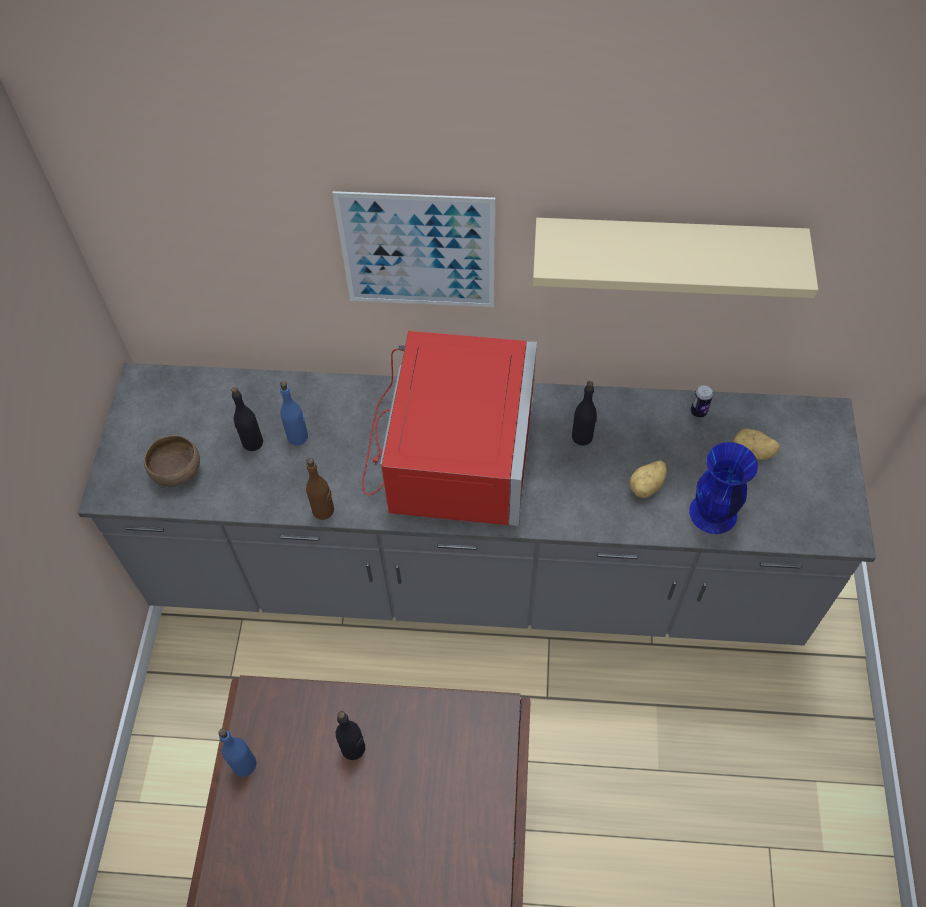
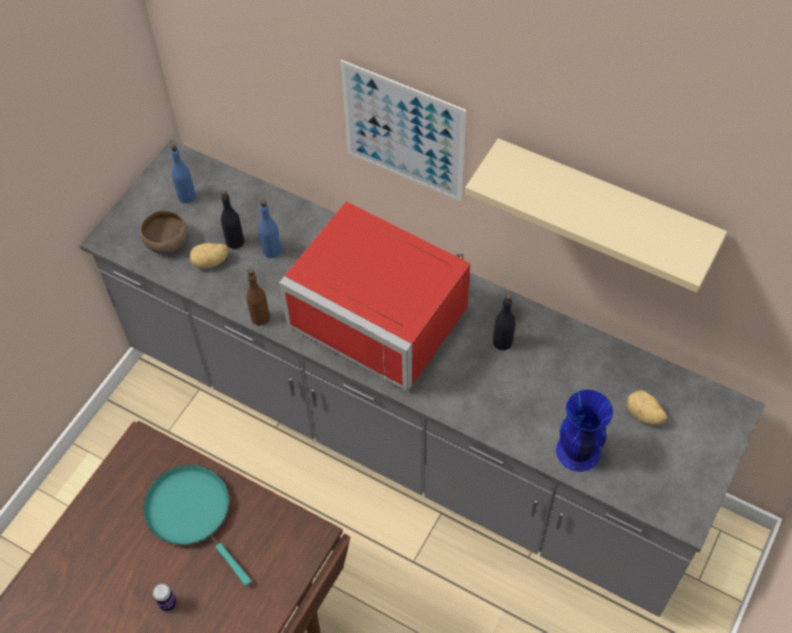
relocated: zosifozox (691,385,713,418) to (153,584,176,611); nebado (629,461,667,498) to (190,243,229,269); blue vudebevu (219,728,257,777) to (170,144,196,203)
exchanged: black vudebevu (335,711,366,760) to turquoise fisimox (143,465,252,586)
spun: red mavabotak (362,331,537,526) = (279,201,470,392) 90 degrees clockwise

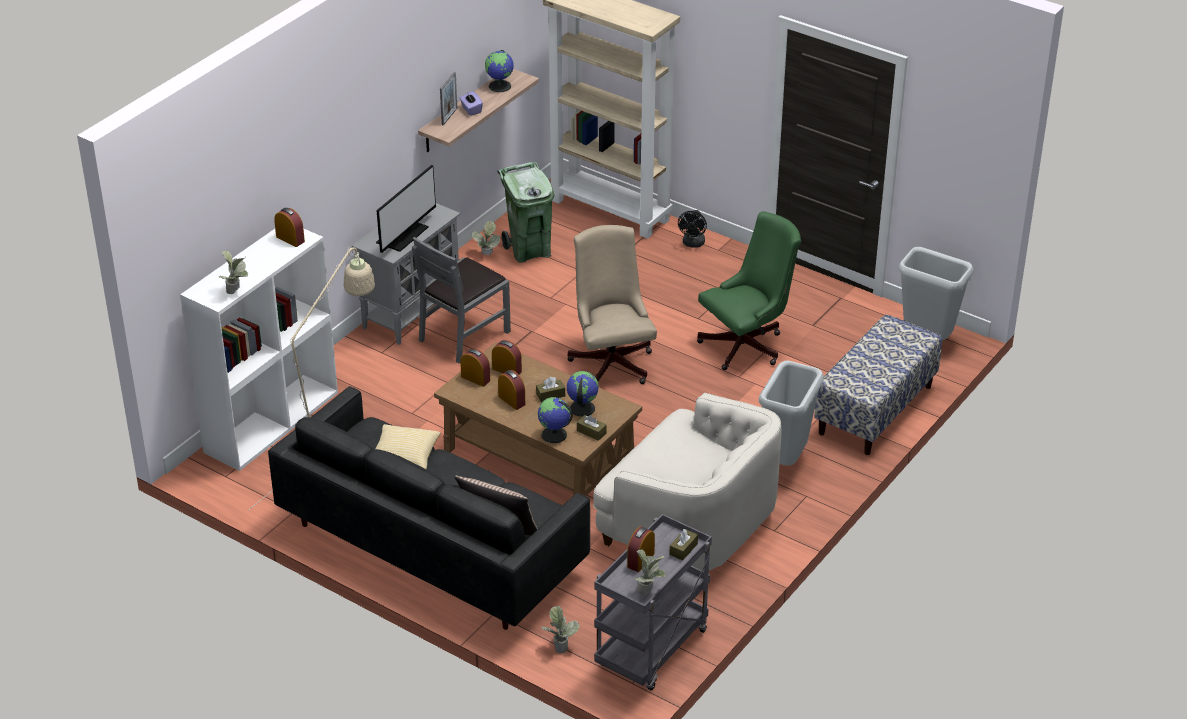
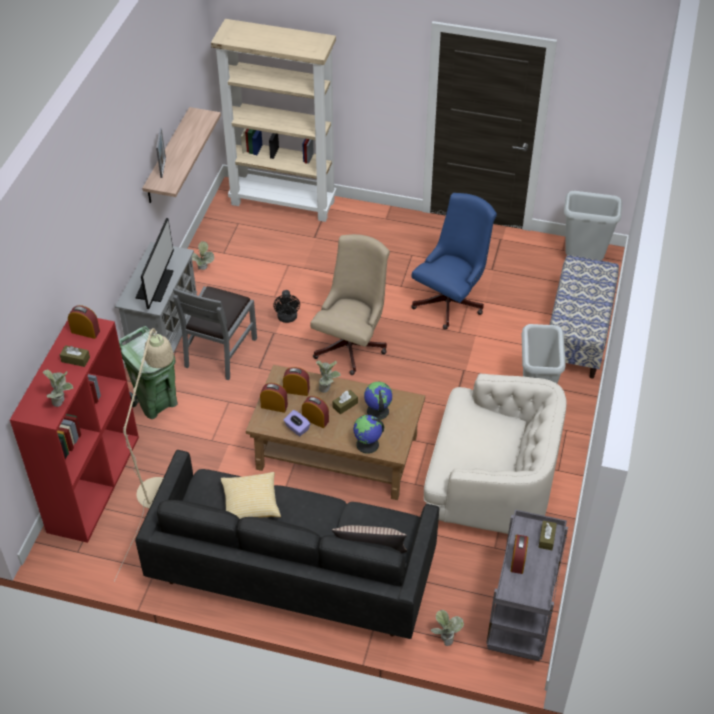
missing: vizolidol (485,50,514,92)
relocated: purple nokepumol (460,91,483,116) to (283,410,311,436); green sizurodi (497,162,554,263) to (119,326,178,419); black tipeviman (678,210,707,248) to (273,290,300,323); brown nokepumol (577,415,607,441) to (60,345,90,367); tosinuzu (635,549,666,595) to (316,360,341,393)
colour: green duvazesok (697,211,801,370) to blue duvazesok (411,193,497,330); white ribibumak (180,228,338,471) to red ribibumak (10,318,139,543)
spun: beige duvazesok (567,225,657,384) = (310,234,390,375) 60 degrees clockwise

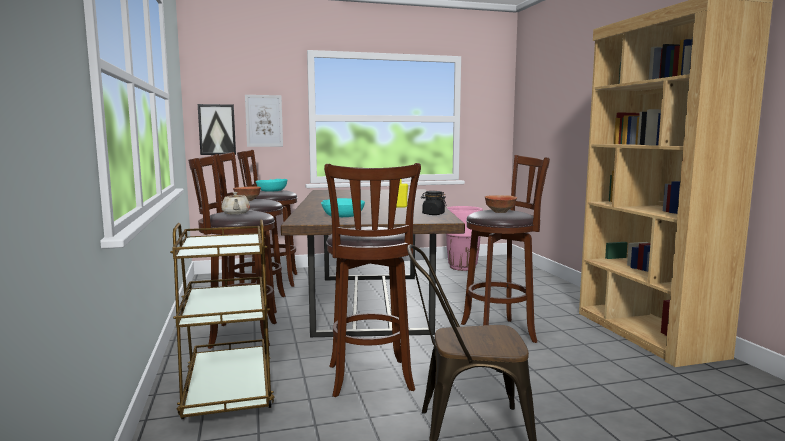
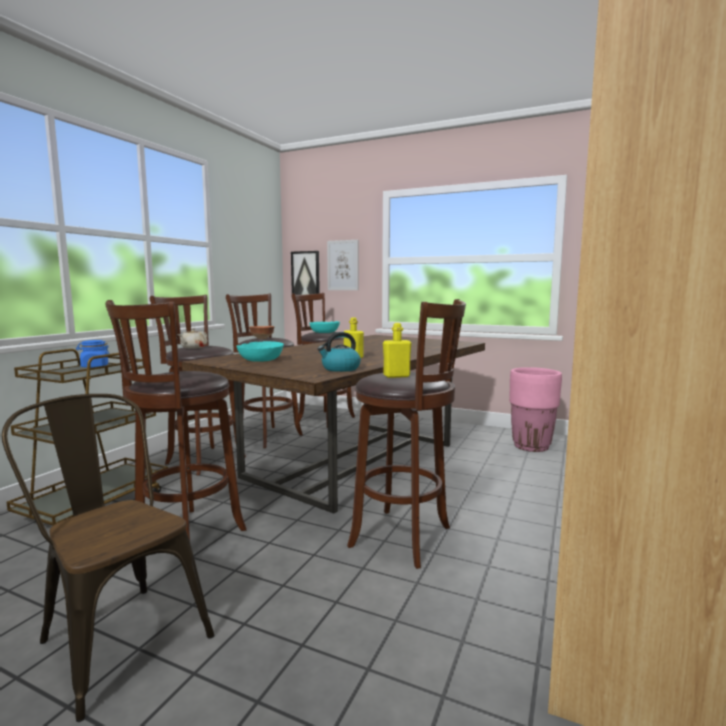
appeared: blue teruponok (76,340,110,368)
exchanged: black teruponok (421,191,446,215) to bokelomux (317,332,361,372); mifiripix (485,195,517,213) to yellow vudebevu (383,323,411,378)

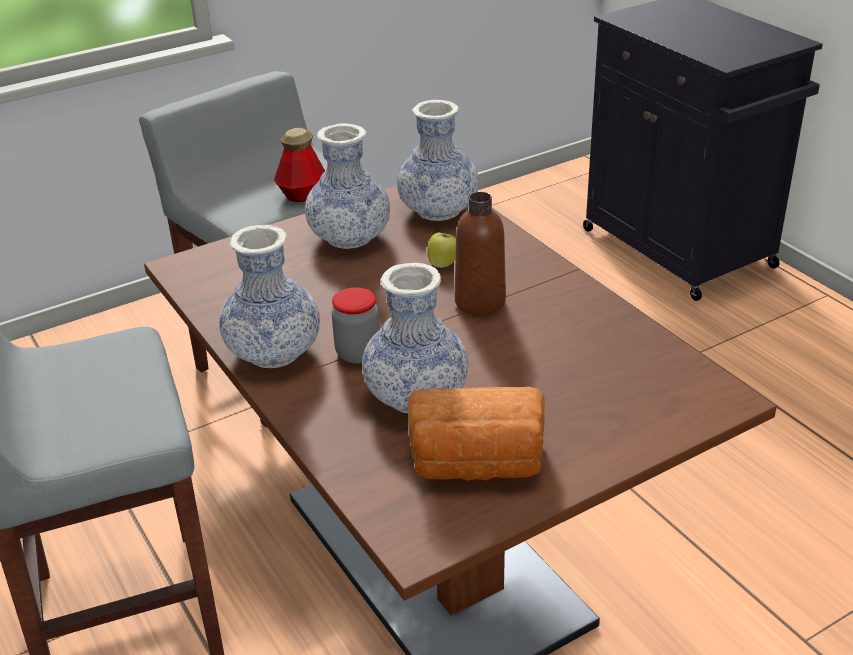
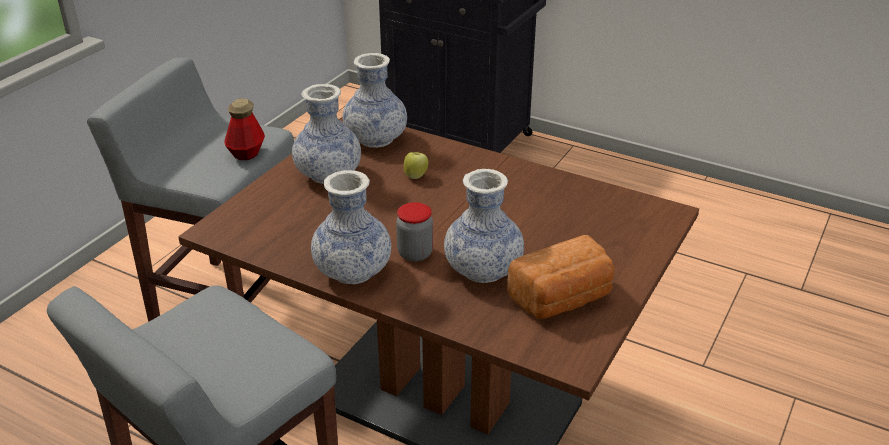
missing: brown vudebevu (455,192,506,315)

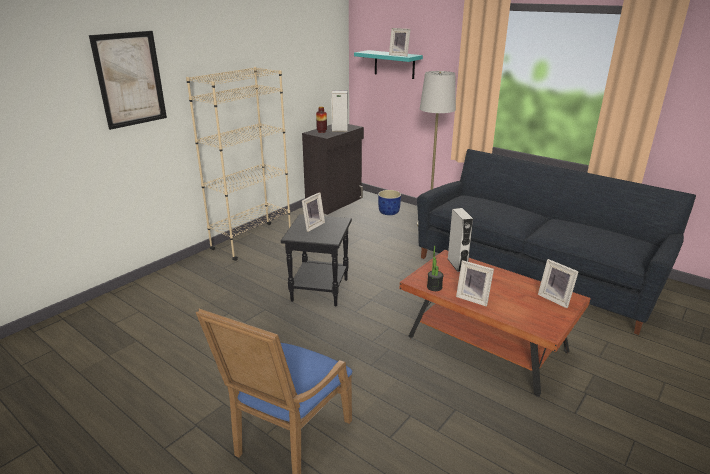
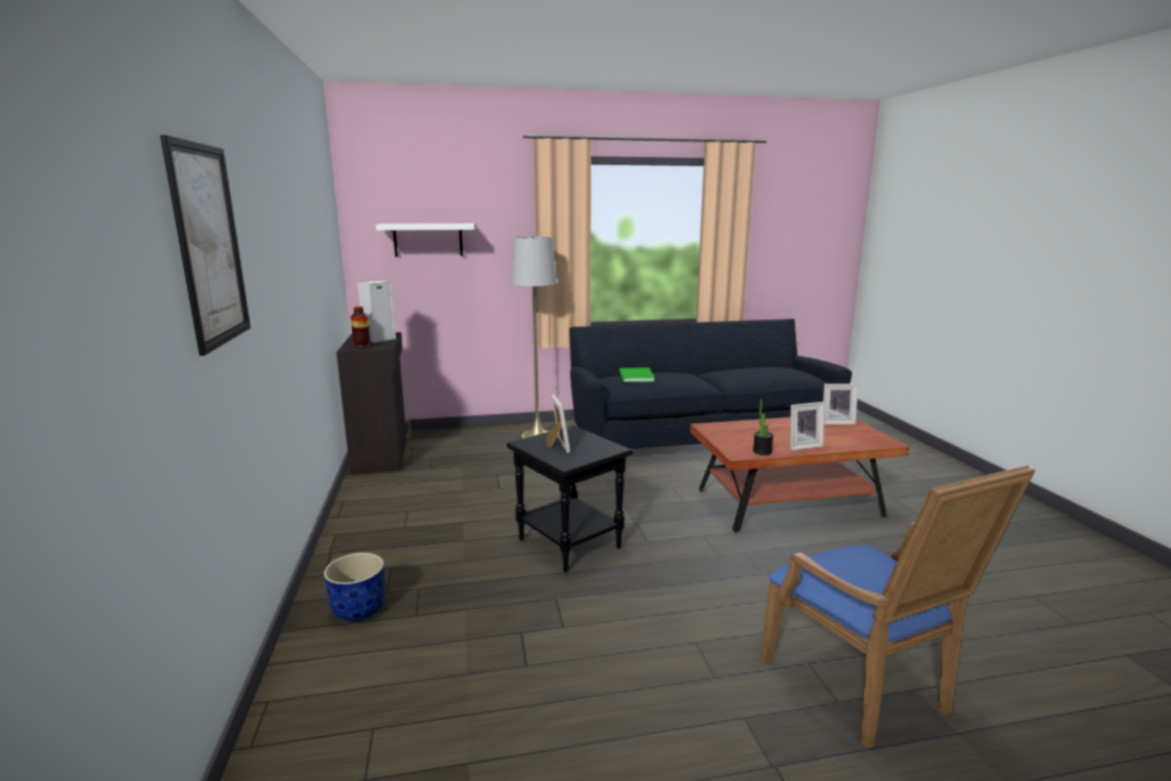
missing: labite (389,28,410,56); beige ribibumak (186,67,291,261); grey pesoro (448,208,473,272)
appeared: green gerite (619,368,655,382)
relocated: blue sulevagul (378,190,401,215) to (324,553,385,622)
colour: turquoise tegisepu (354,50,423,79) to white tegisepu (376,223,475,257)

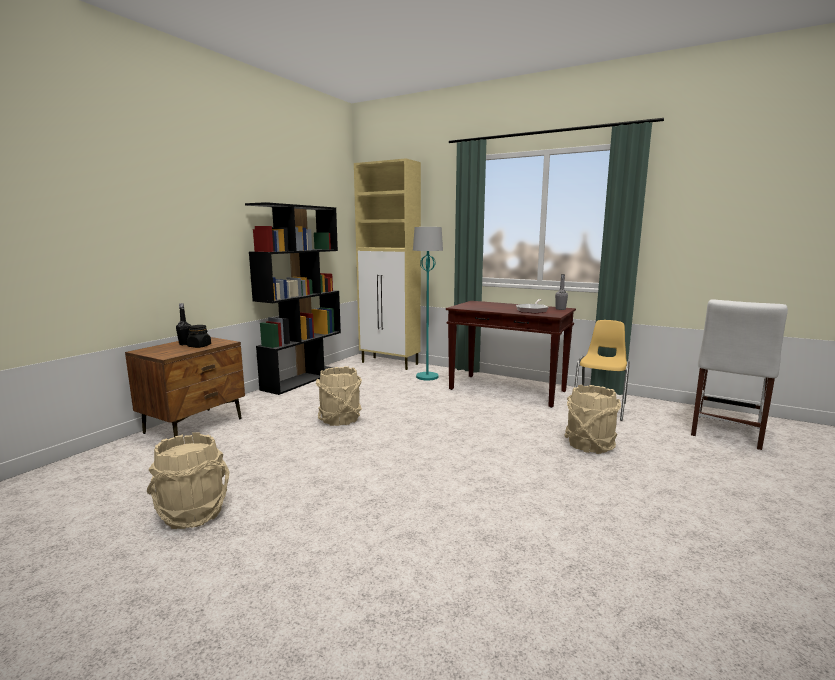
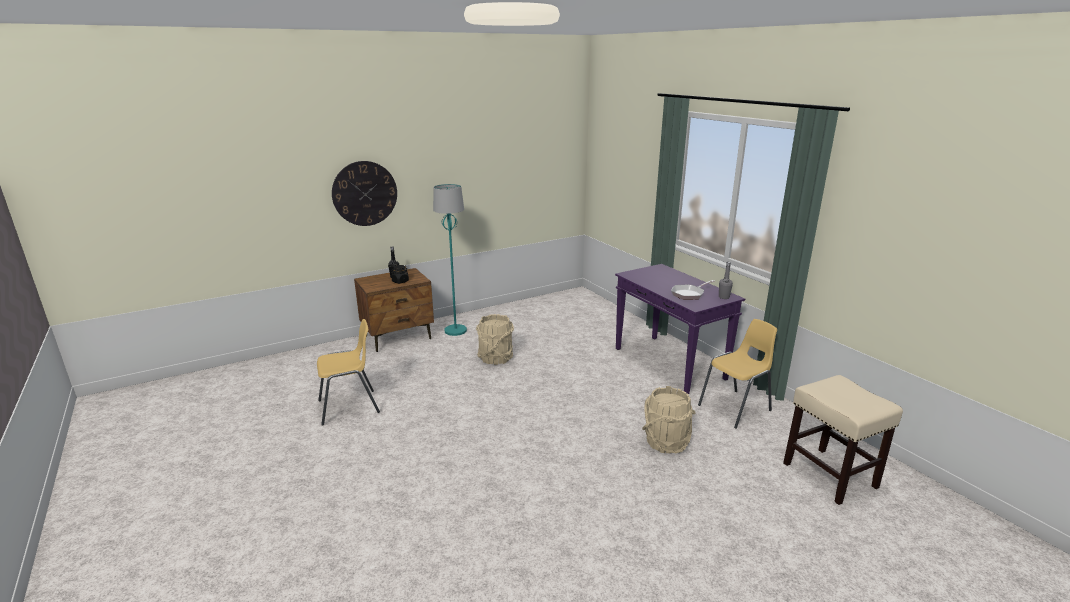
missing: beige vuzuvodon (354,158,421,370); black ribibumak (245,202,341,395)
appeared: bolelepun (332,161,397,226)
relocated: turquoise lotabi (413,227,443,380) to (433,184,467,336)
exchanged: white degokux (691,299,788,450) to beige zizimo (783,375,903,505); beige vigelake (147,432,230,529) to yellow degokux (317,319,380,426)
colour: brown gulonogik (446,301,576,408) to purple gulonogik (615,264,745,394)

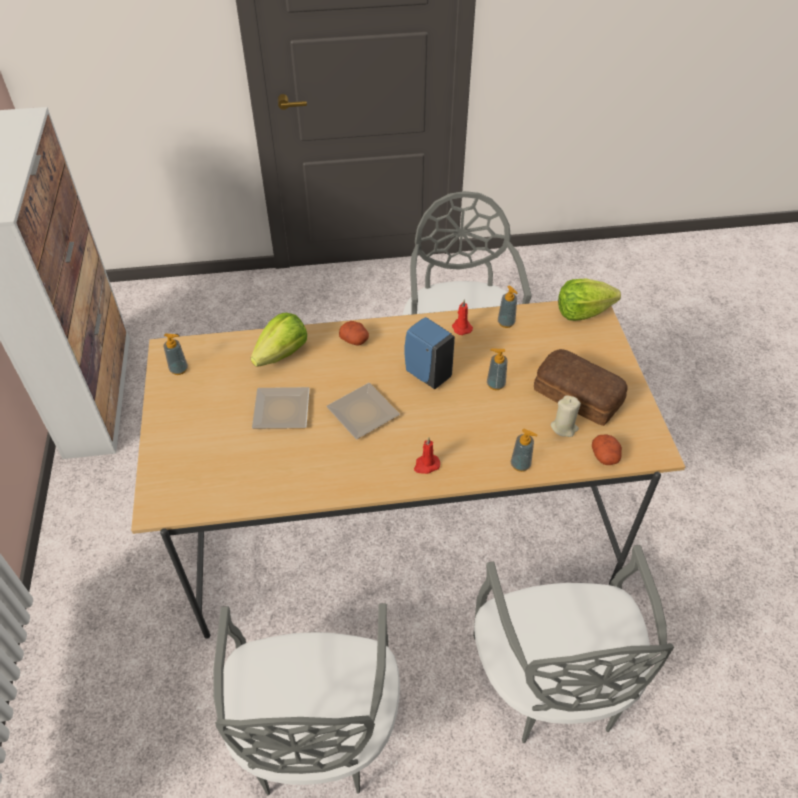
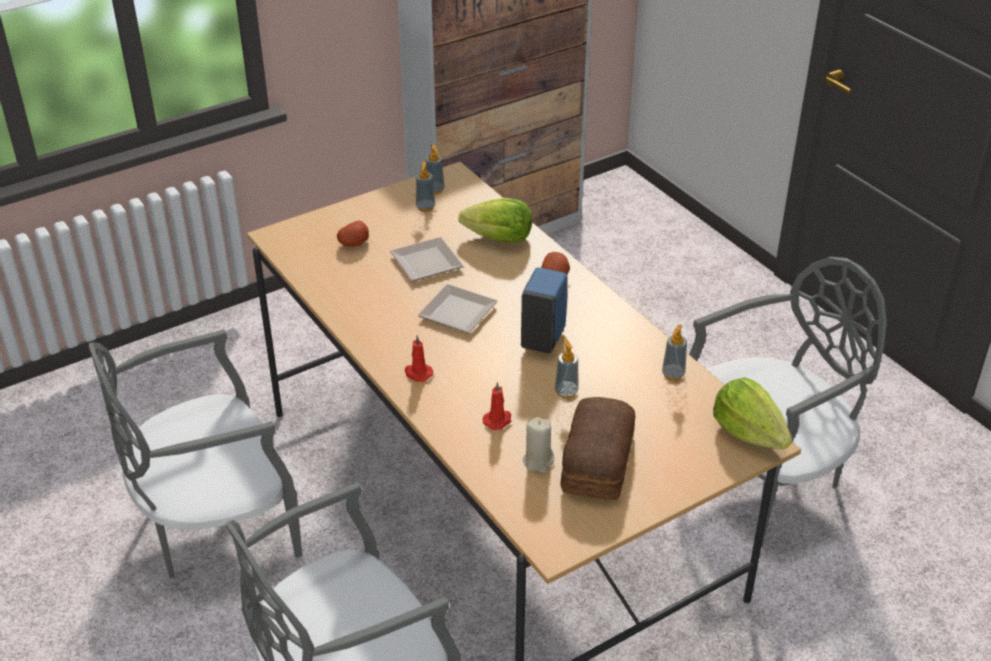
relocated: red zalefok (452,300,473,335) to (482,381,511,430); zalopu (511,429,538,472) to (416,161,435,212); nebado (592,434,622,465) to (337,221,369,247)

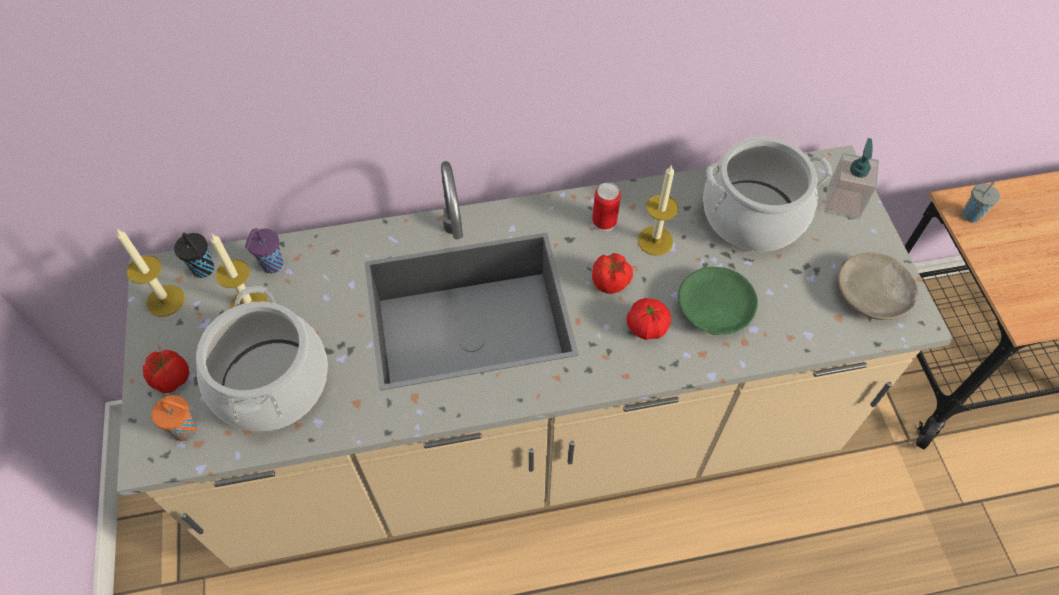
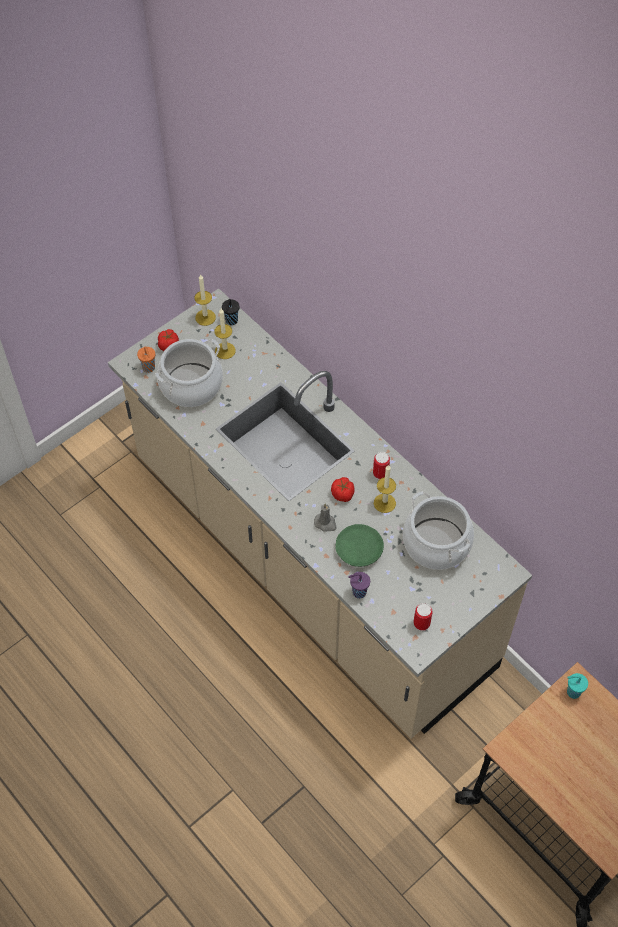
missing: zalopu (824,138,879,220)
relocated: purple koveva (245,228,283,273) to (348,572,370,598)
exchanged: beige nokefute (838,253,918,320) to zosifozox (413,603,433,631); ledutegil (627,298,671,340) to grey zalefok (314,503,337,532)
colour: grey koveva (962,182,1000,222) to turquoise koveva (567,673,588,699)

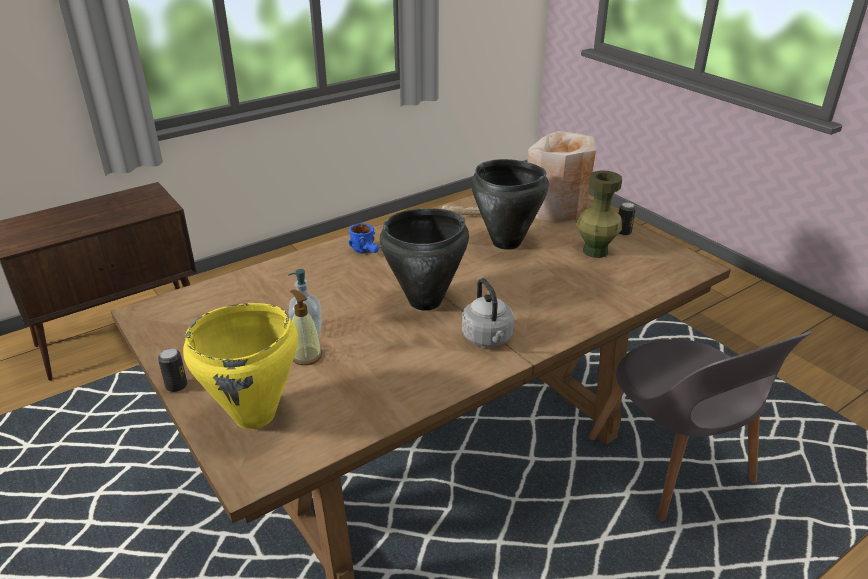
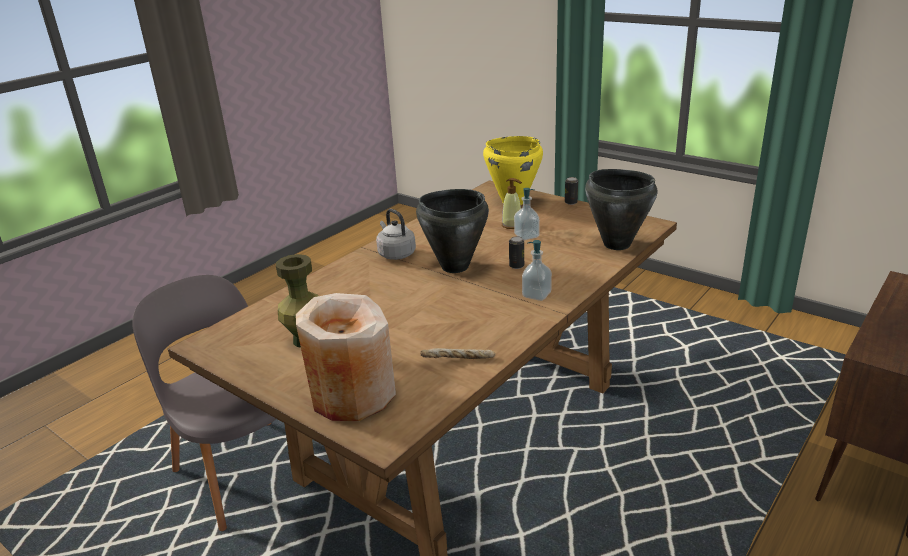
relocated: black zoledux (471,159,549,250) to (585,169,658,250); zosifozox (619,202,636,236) to (509,236,524,269)
exchanged: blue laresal (349,223,379,253) to zalopu (522,240,552,301)

